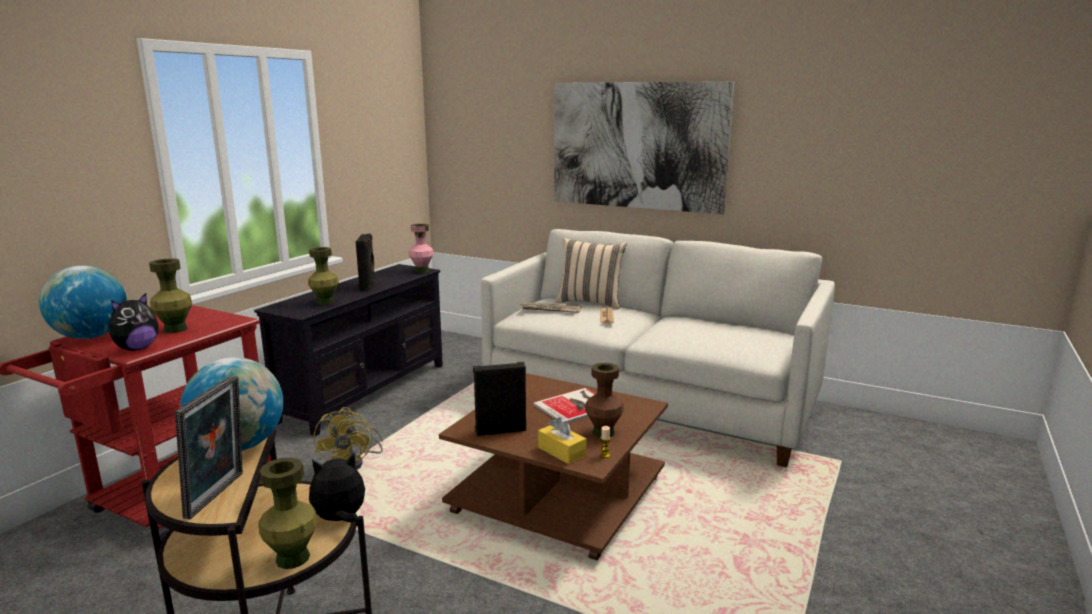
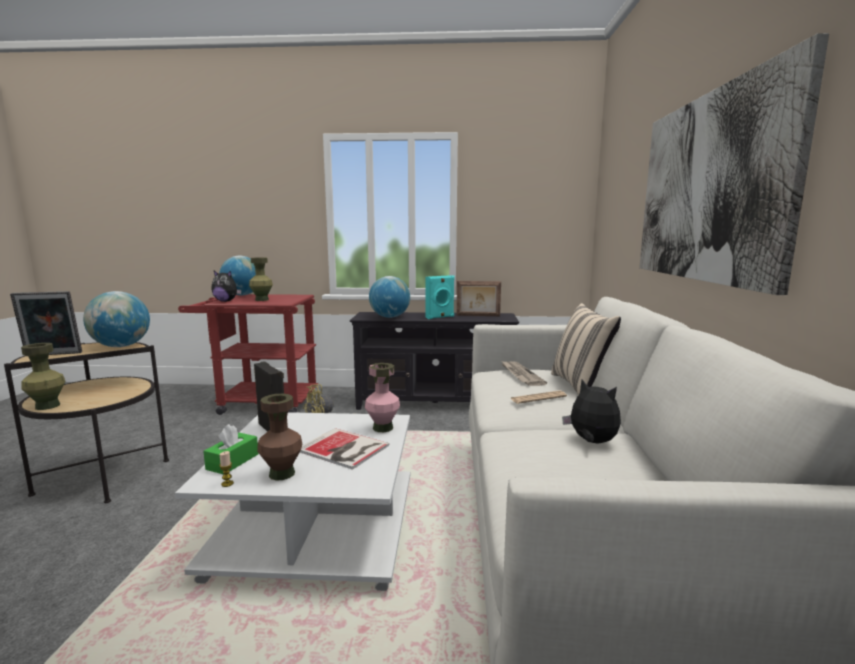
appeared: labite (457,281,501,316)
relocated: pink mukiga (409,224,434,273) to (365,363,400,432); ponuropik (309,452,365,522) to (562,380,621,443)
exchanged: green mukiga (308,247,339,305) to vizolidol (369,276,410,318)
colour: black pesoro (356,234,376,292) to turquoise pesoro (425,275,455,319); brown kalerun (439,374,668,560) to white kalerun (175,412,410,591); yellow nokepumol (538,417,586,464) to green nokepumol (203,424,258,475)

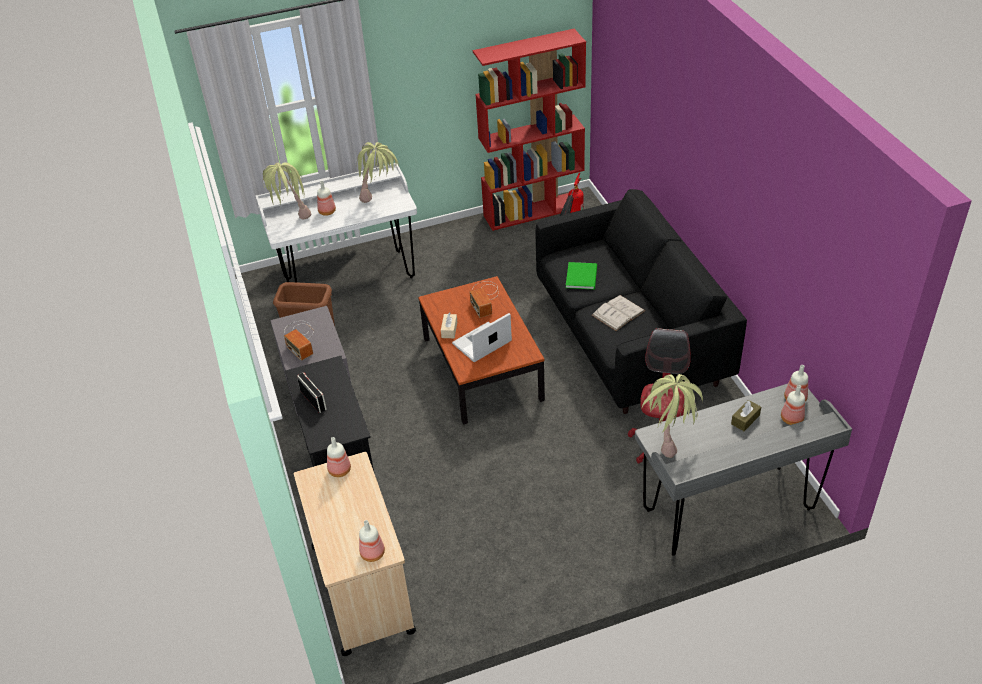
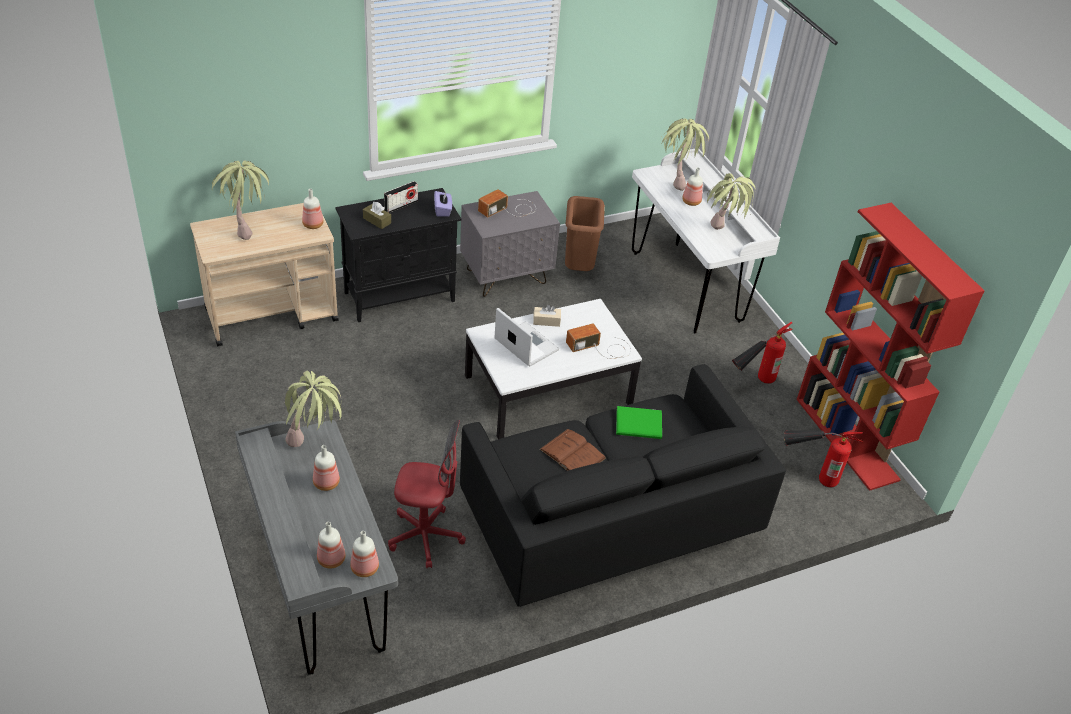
appeared: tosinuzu (212,160,269,240); purple nokepumol (434,191,452,217); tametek (732,322,793,384)
relocated: brown nokepumol (731,400,761,431) to (363,202,391,229); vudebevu (359,520,385,562) to (313,445,340,491)
colour: brown kalerun (418,276,545,425) to white kalerun (465,299,642,439); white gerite (592,295,645,331) to brown gerite (540,429,606,471)

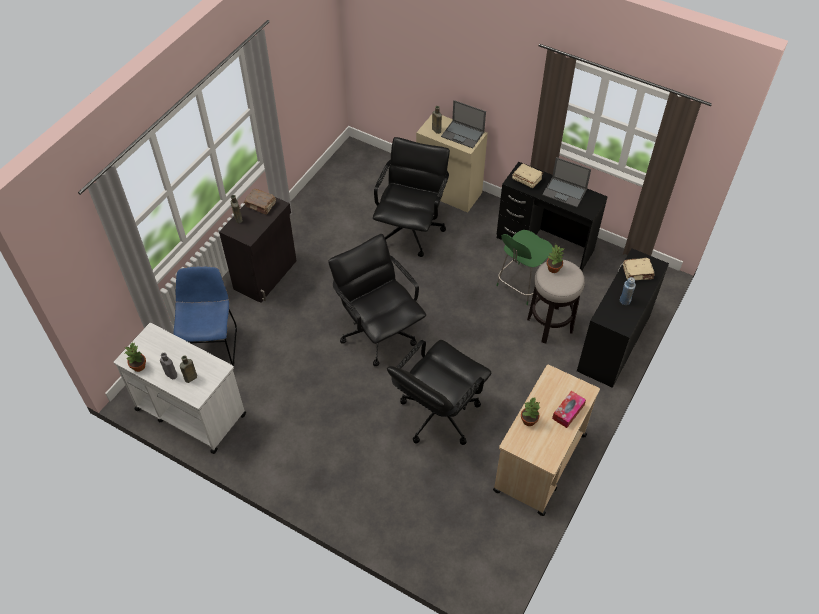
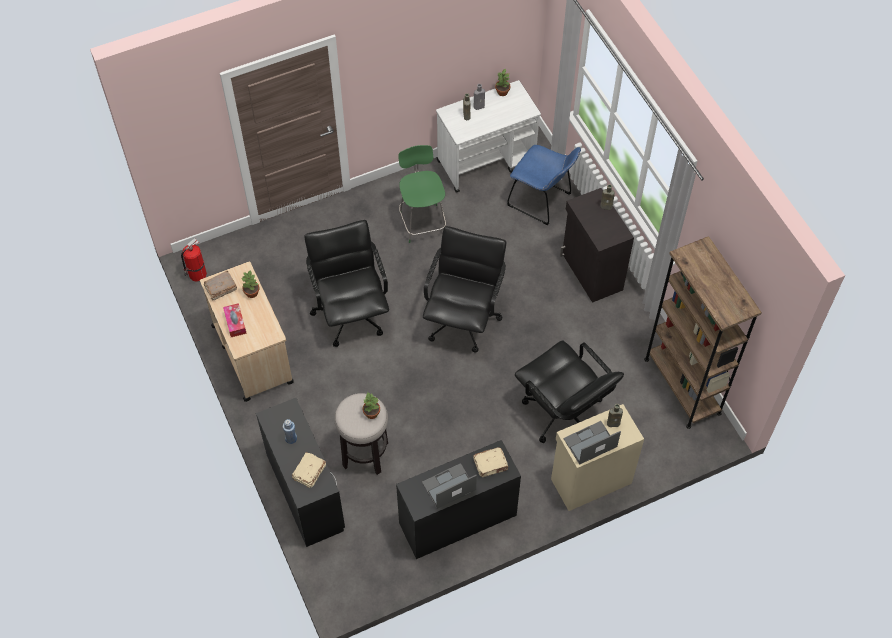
appeared: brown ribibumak (644,236,762,429); tametek (181,238,207,282)
relocated: brown gerite (244,189,276,215) to (204,271,237,300); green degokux (496,230,553,305) to (398,145,446,243)
spun: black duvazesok (328,234,426,366) = (423,226,506,353) 75 degrees counterclockwise

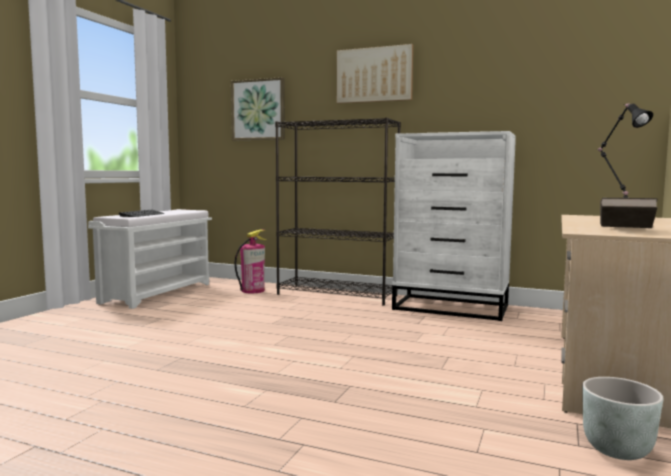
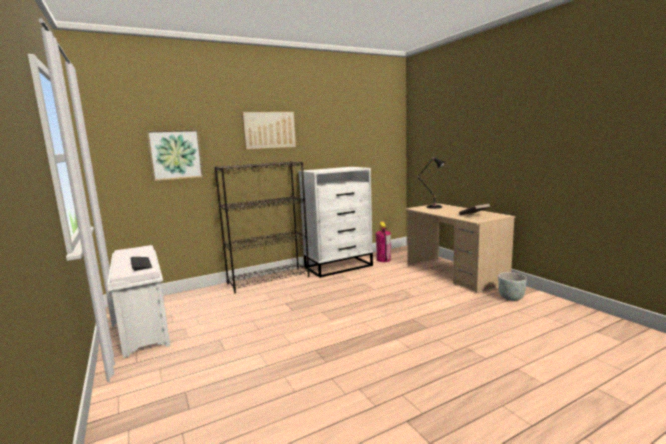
relocated: tametek (234,230,266,293) to (376,221,391,262)

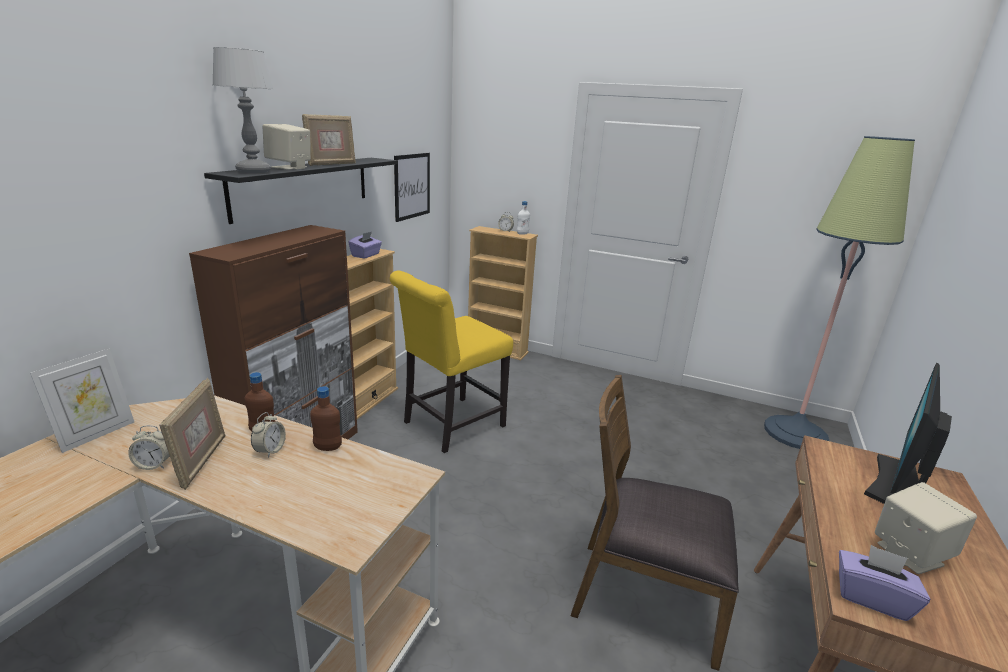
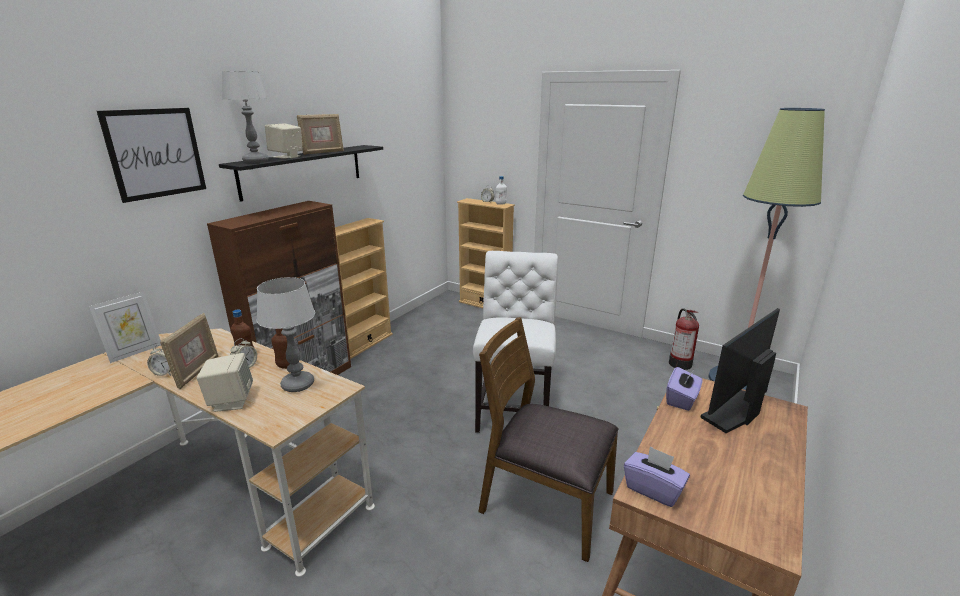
missing: yellow degokux (390,271,513,453)
appeared: white degokux (473,251,558,433); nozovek (257,277,315,392); tametek (669,308,699,370)
relocated: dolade (394,153,430,222) to (97,108,206,203); purple nokepumol (348,232,382,259) to (666,367,702,411); beige pesoro (875,482,977,574) to (197,353,253,412)

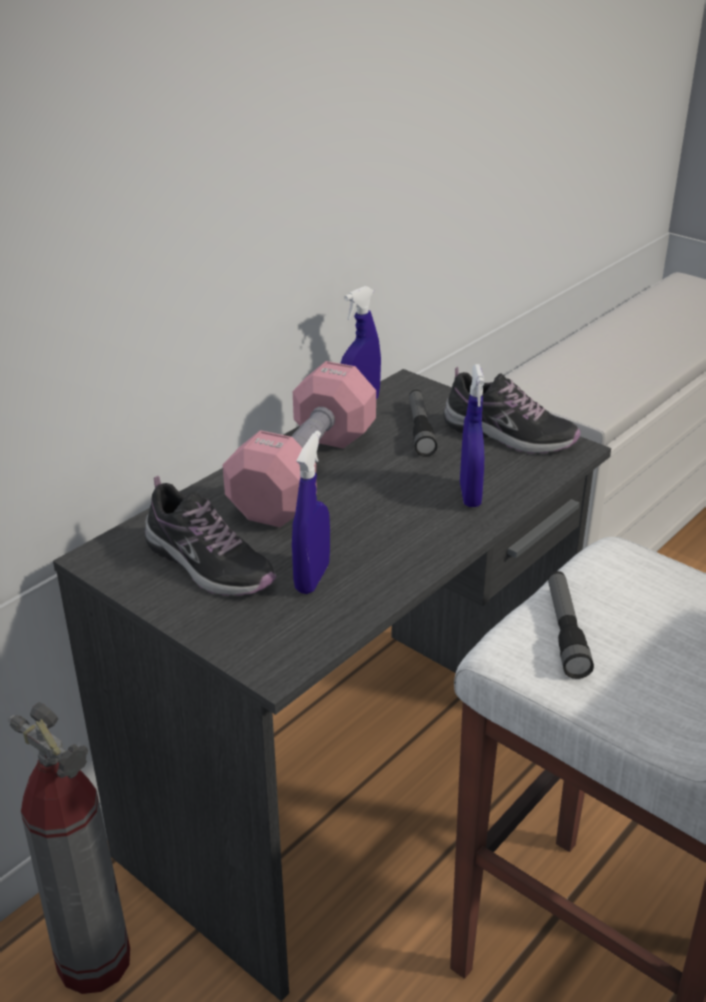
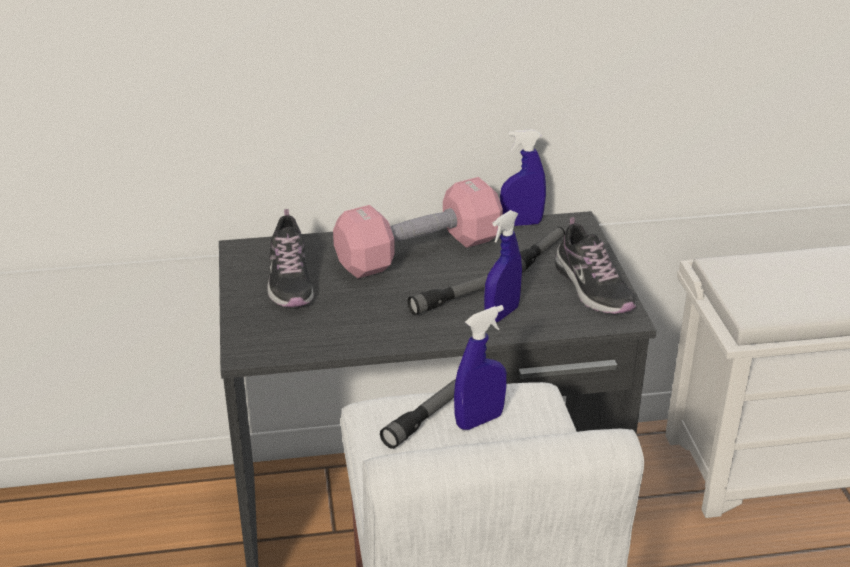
missing: tametek (8,702,130,994)
appeared: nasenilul (408,274,488,315)
relocated: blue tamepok (292,430,330,594) to (454,305,507,430)

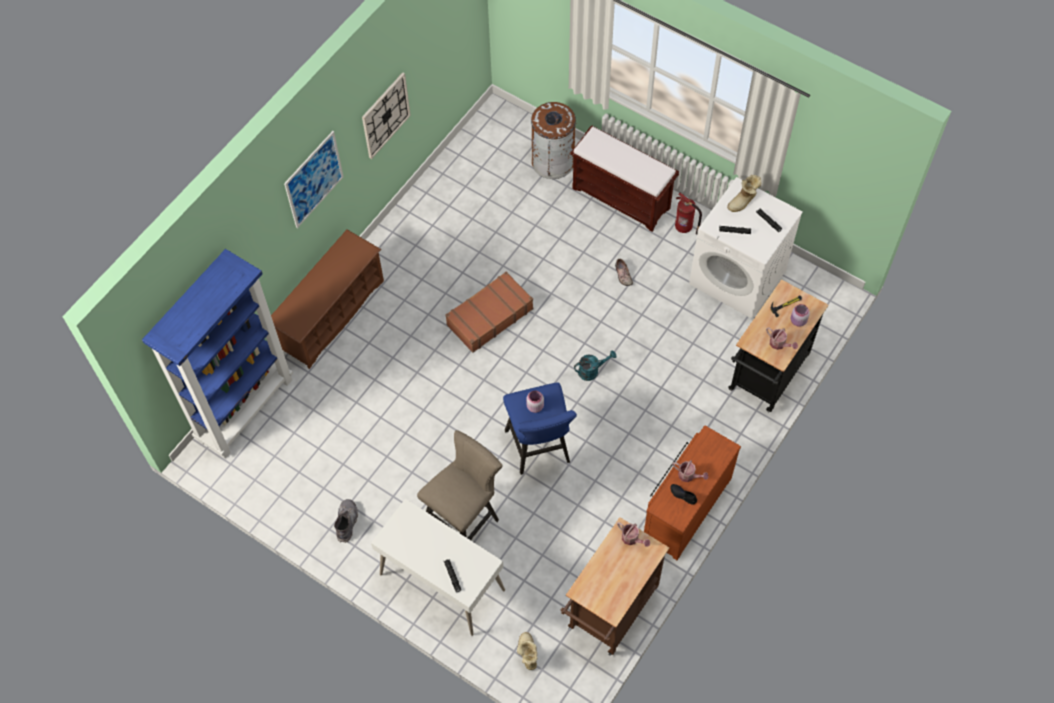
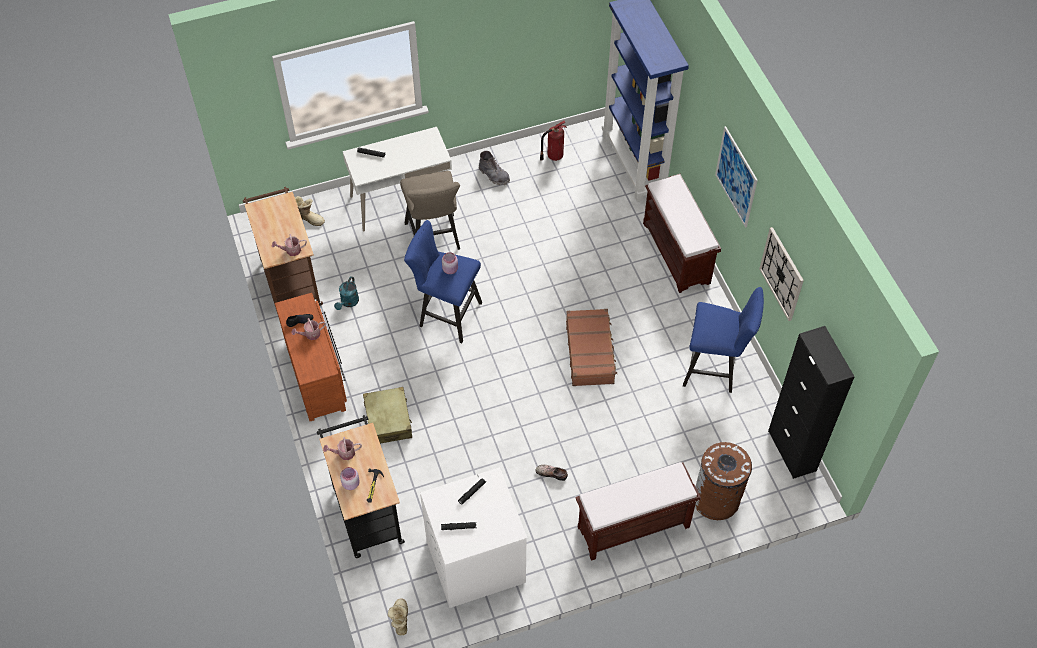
appeared: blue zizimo (683,287,764,393); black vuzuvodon (768,326,855,479); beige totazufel (363,387,412,444)
relocated: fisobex (727,175,762,212) to (388,598,408,635); tametek (675,193,702,235) to (540,121,567,161); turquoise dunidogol (574,351,616,381) to (334,276,359,310)
exchanged: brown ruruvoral (271,229,384,369) to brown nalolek (643,174,721,293)

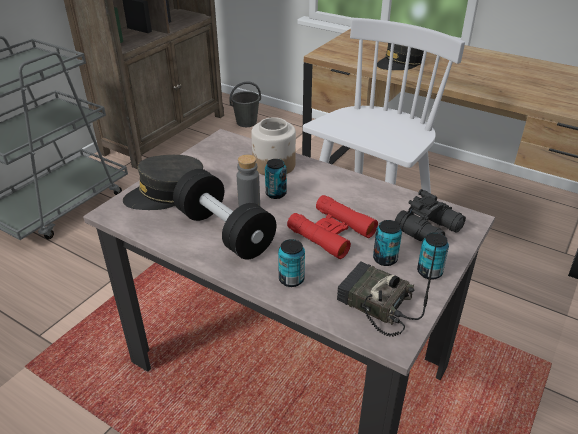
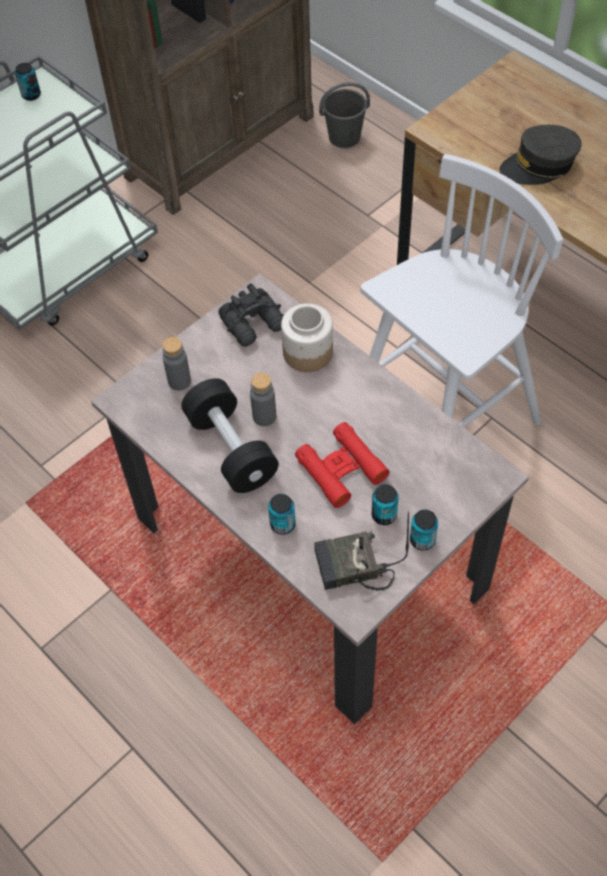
relocated: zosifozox (265,159,287,199) to (15,63,41,101); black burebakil (395,189,466,241) to (218,284,284,347)
exchanged: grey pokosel (123,155,203,210) to grey vudebevu (162,337,191,391)
spun: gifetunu (337,238,438,337) = (314,511,409,591) 60 degrees counterclockwise

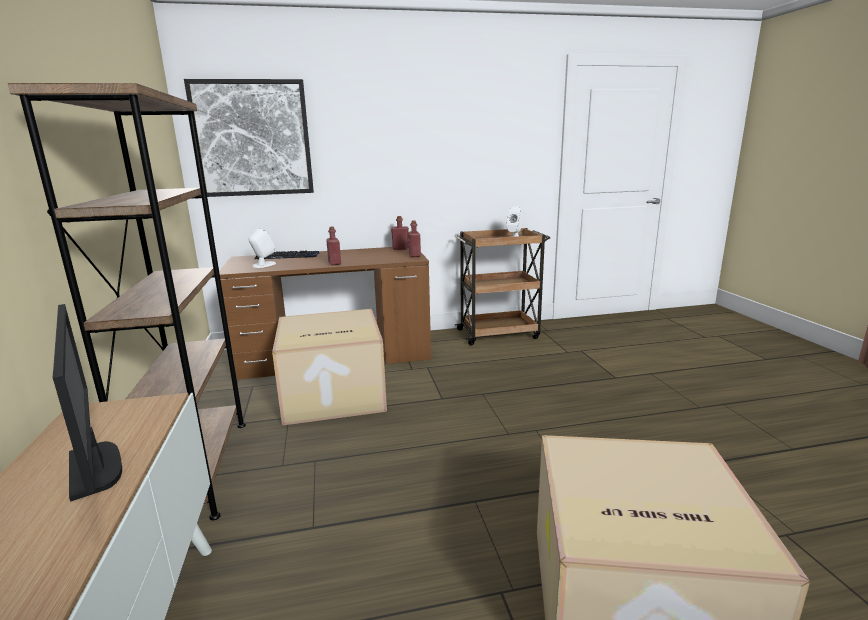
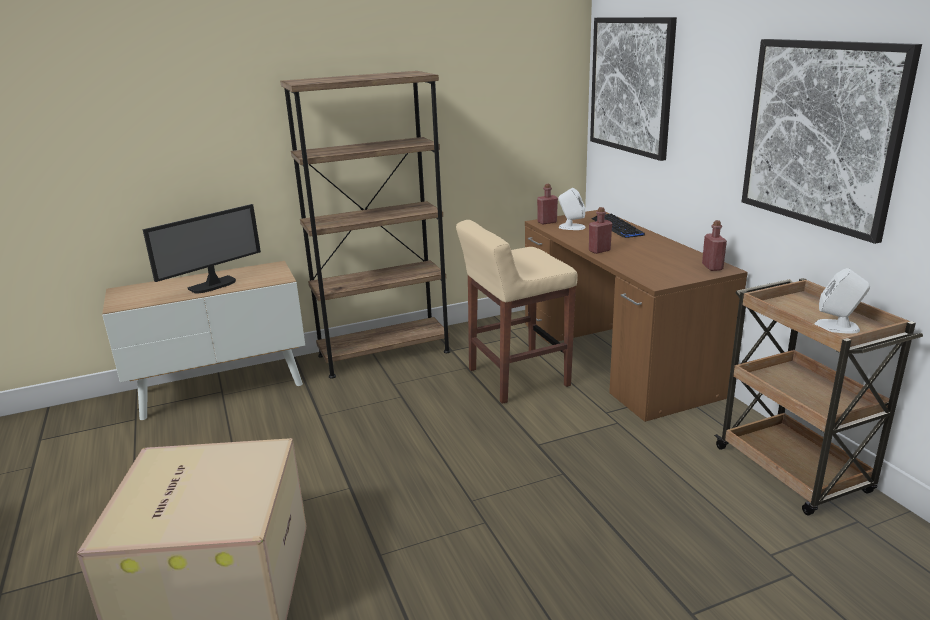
appeared: dolade (742,39,922,244)
relocated: red vudebevu (408,220,421,257) to (537,184,558,224)
exchanged: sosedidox (272,309,387,425) to beige zizimo (456,220,577,404)

